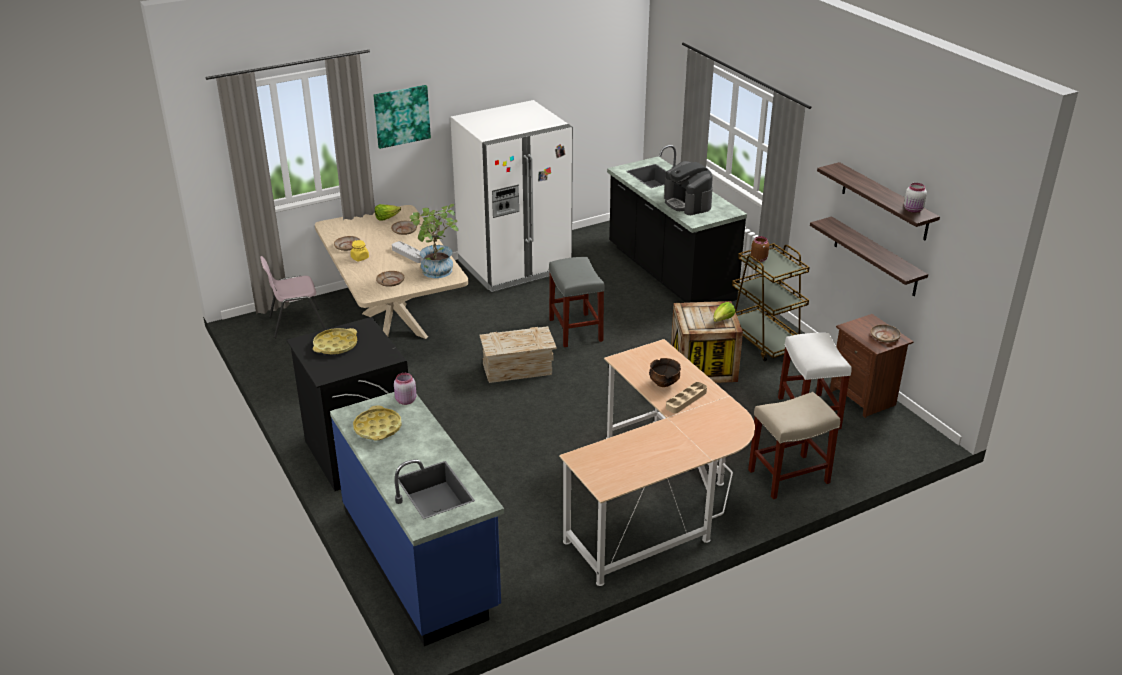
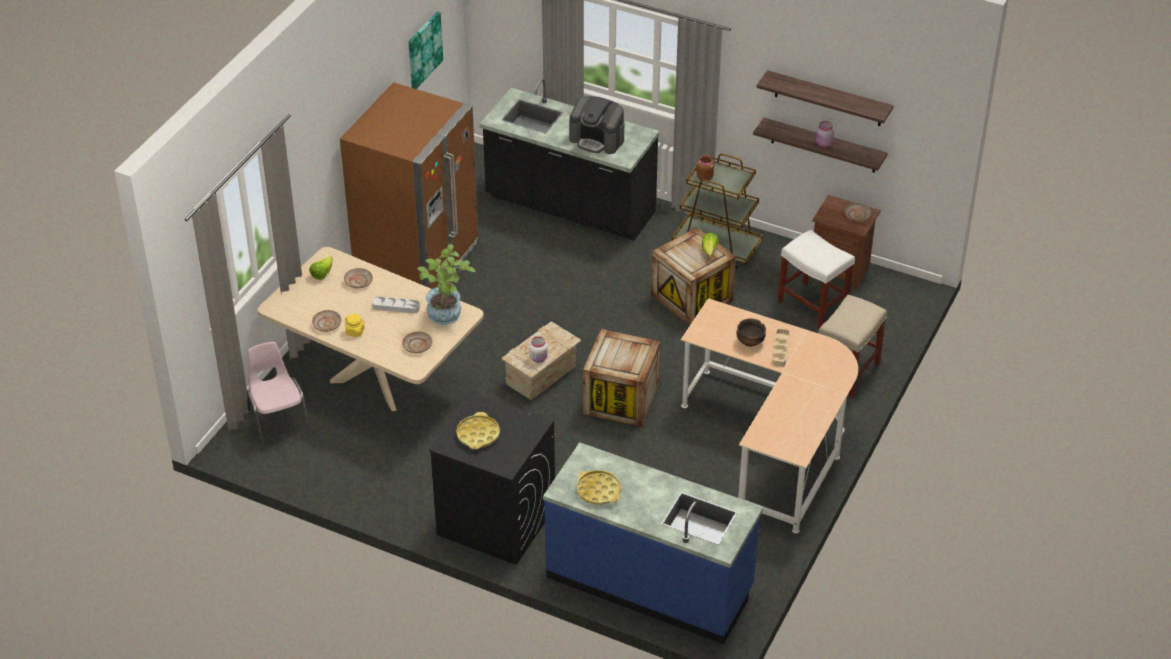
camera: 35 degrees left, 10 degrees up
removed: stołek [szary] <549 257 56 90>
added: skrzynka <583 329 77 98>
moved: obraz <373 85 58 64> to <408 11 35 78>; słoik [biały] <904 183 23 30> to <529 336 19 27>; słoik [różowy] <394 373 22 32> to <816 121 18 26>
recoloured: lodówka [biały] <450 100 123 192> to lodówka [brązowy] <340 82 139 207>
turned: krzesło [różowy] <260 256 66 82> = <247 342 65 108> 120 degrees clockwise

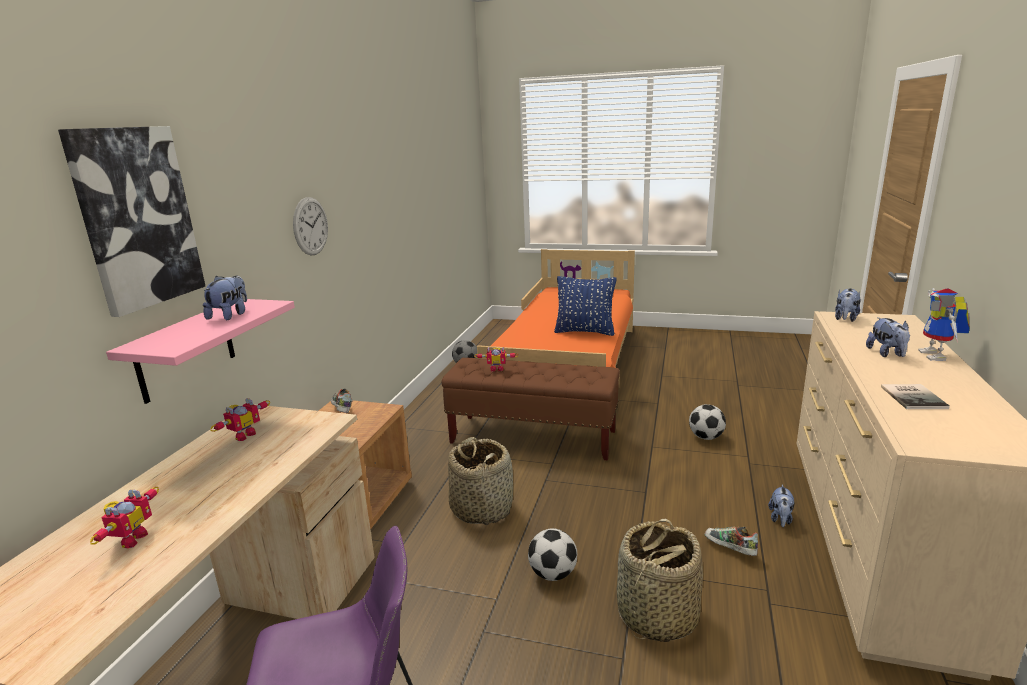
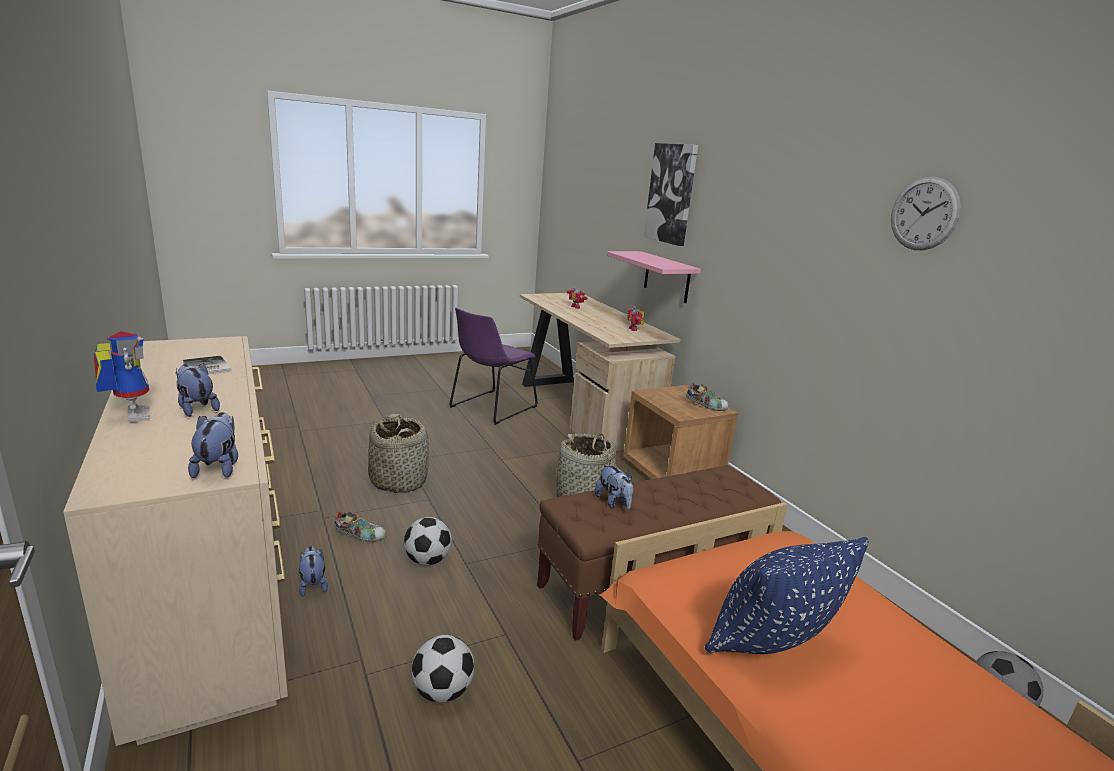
camera: 135 degrees right, 0 degrees up
removed: robot zabawkowy <474 347 44 24>
moved: zegar ścienny <293 197 35 59> to <891 177 70 73>; pluszak <203 276 44 44> to <595 463 39 47>; piłka futbolowa <528 528 49 53> to <404 517 48 49>

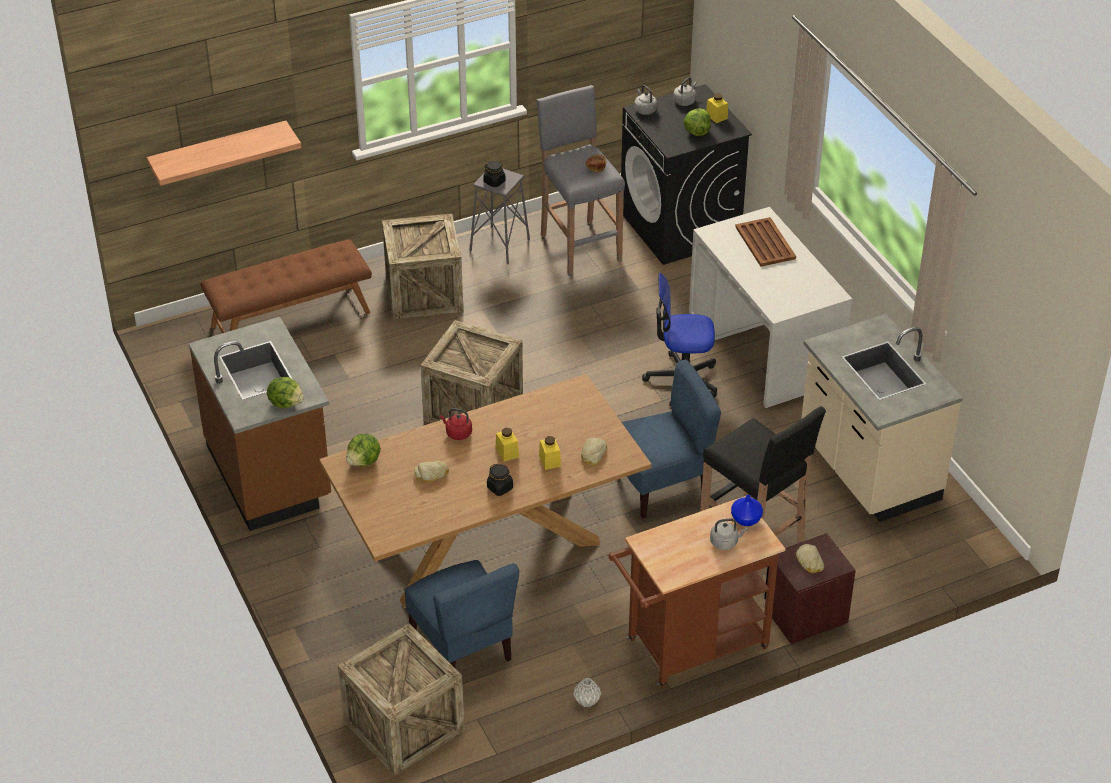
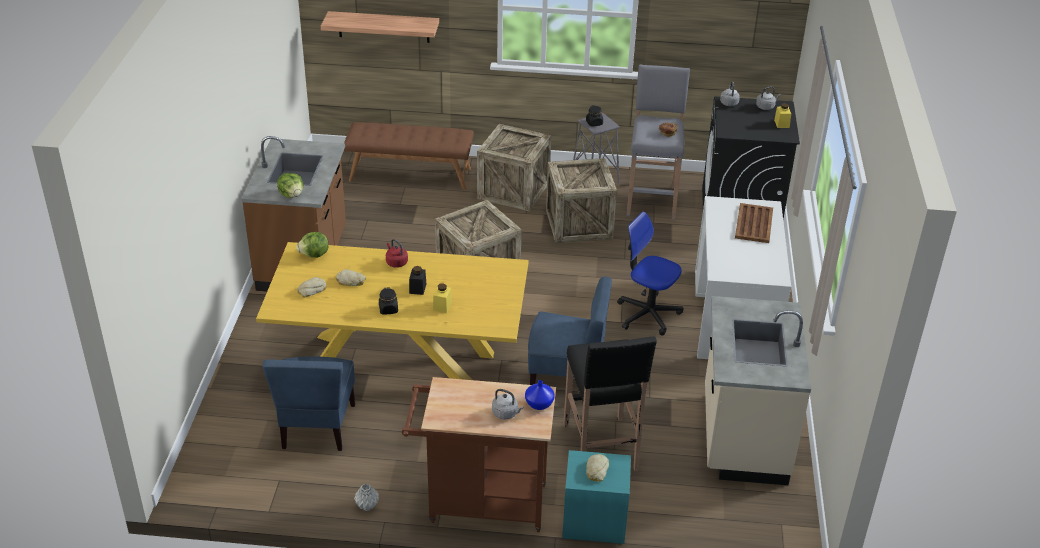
camera: 30 degrees right, 5 degrees down
removed: sałata <684 109 27 27>
moved: chleb <581 438 26 27> to <297 277 29 21>; skrzynka <338 623 127 153> to <546 158 71 85>
recoloured: stół jadalny [brązowy] <319 374 333 234> to stół jadalny [żółty] <256 242 273 138>; słoik [żółty] <496 428 23 34> to słoik [czarny] <409 266 17 29>; szafka nocna [brązowy] <764 533 92 111> to szafka nocna [turkusowy] <562 450 69 94>

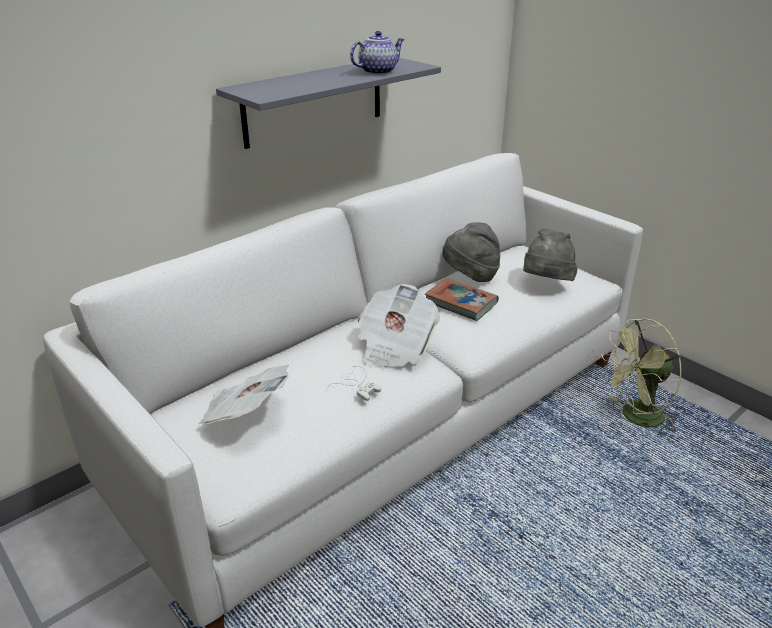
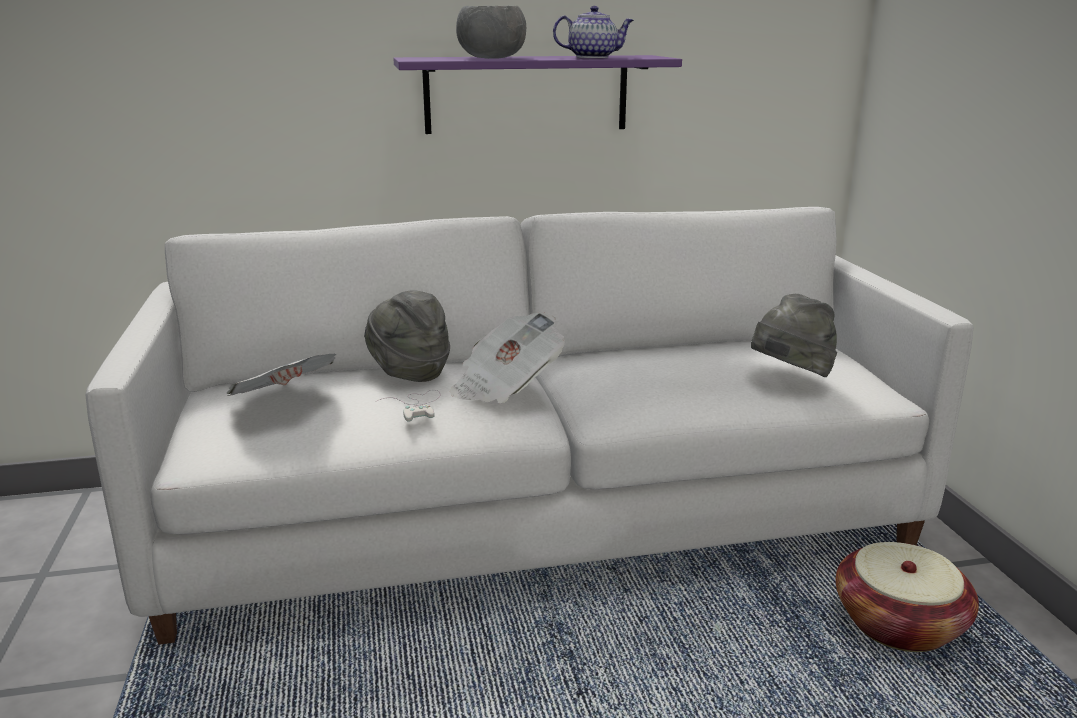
camera: 30 degrees right, 10 degrees down
removed: książka <425 278 73 43>
added: miska [szary] <456 6 70 53>
moved: kapelusz [szary] <442 222 58 60> to <364 290 86 92>
replaced: wentylator [zielony] <601 318 80 118> to koszyk <836 542 143 110>
recoloured: półka [szary] <216 58 225 91> to półka [fioletowy] <393 55 289 79>

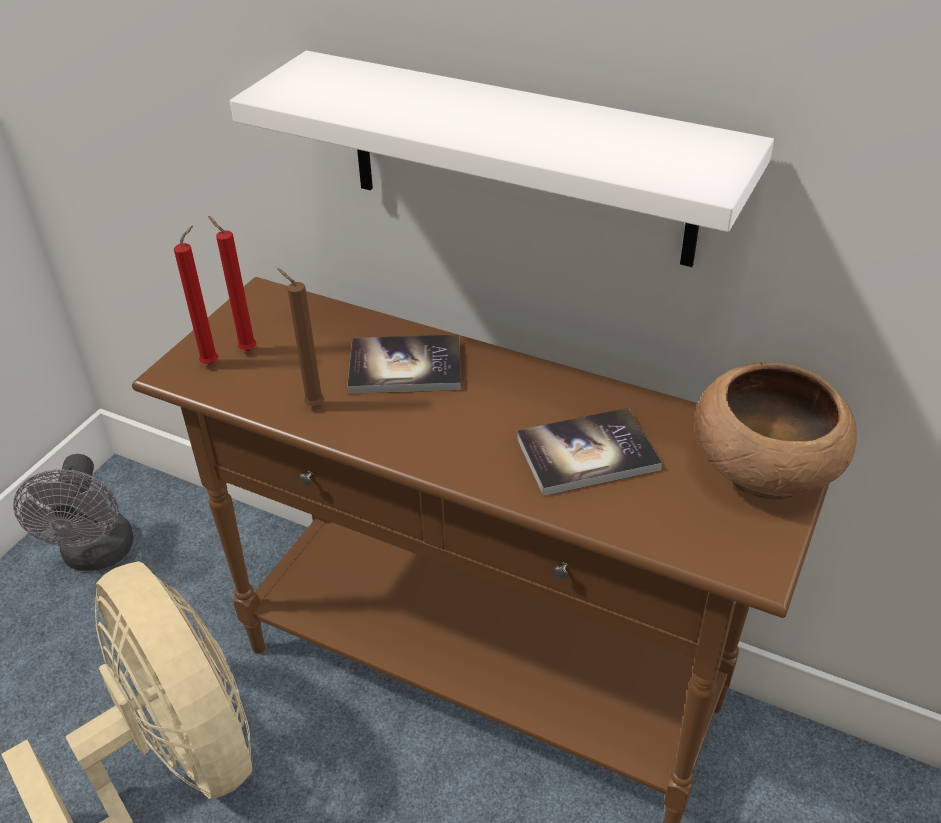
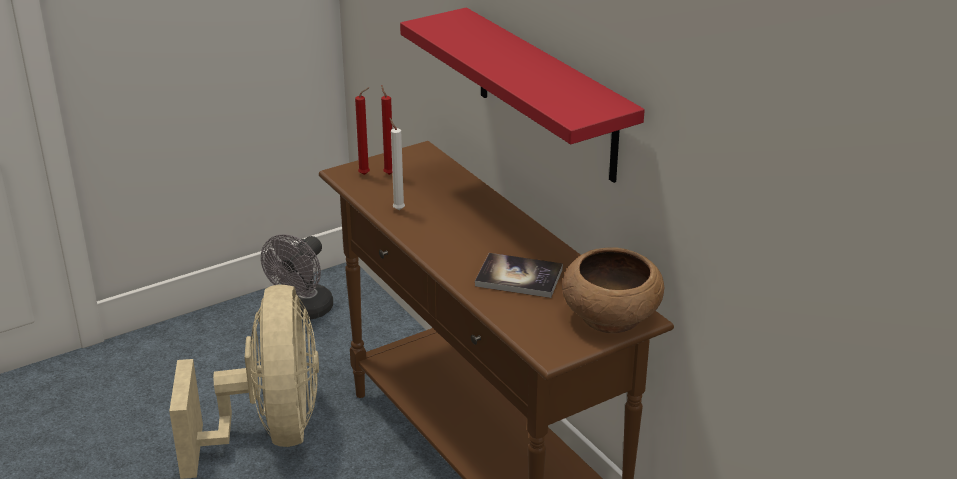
camera: 30 degrees right, 10 degrees down
removed: książka <347 335 114 59>
recoloured: półka [biały] <230 51 544 216> to półka [czerwony] <400 8 245 175>; świeca [brązowy] <277 268 47 138> to świeca [biały] <389 117 16 93>

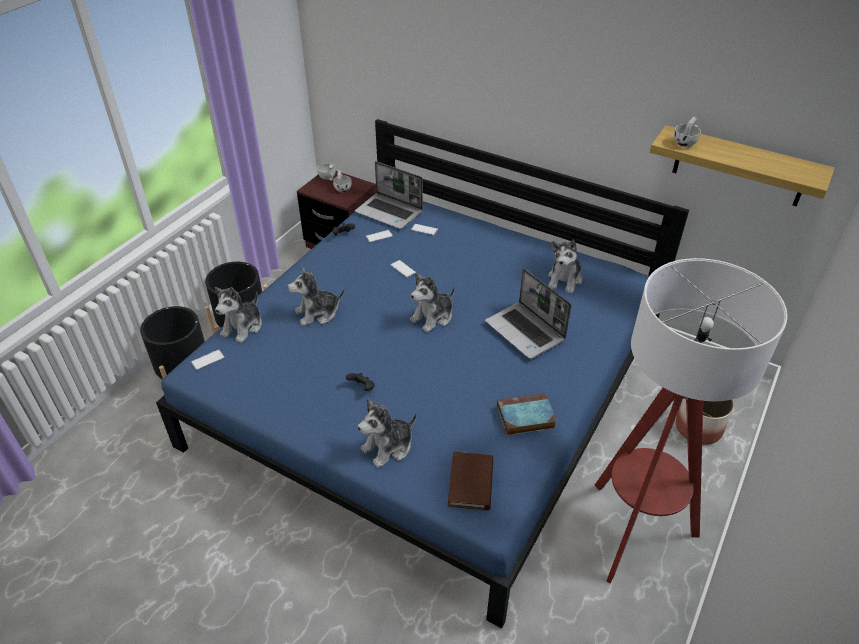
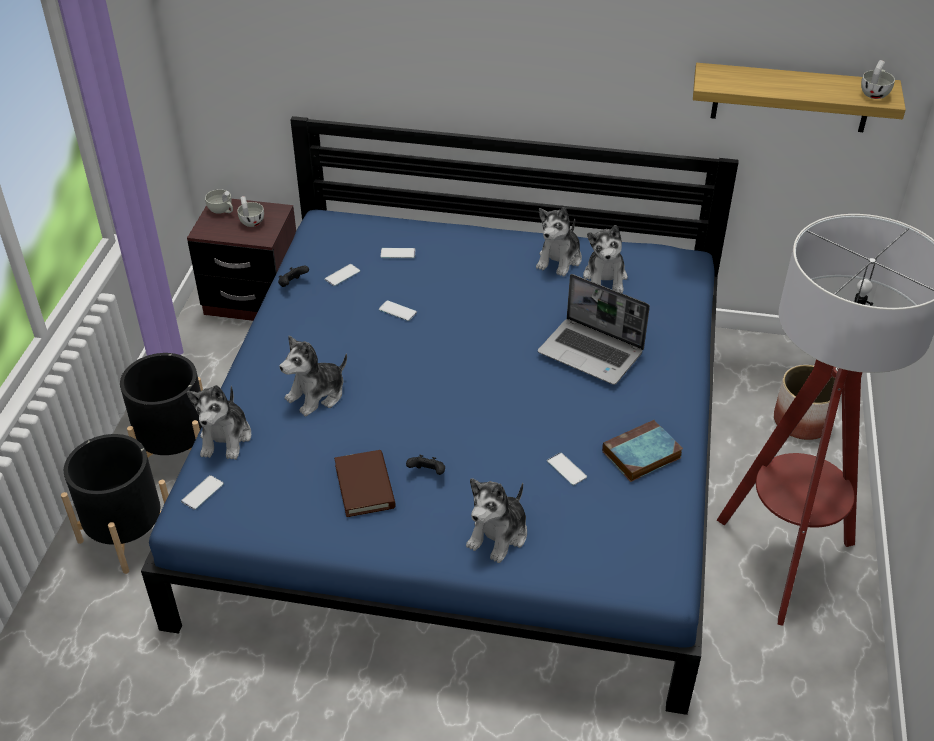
camera: 20 degrees left, 0 degrees up
removed: laptop <355 161 68 68>
added: telefon <547 452 40 33>
moved: filiżanka [biały] <674 116 27 31> to <861 60 34 39>; pluszak <410 273 45 60> to <536 207 46 70>; książka [brązowy] <448 452 45 58> to <334 450 62 67>

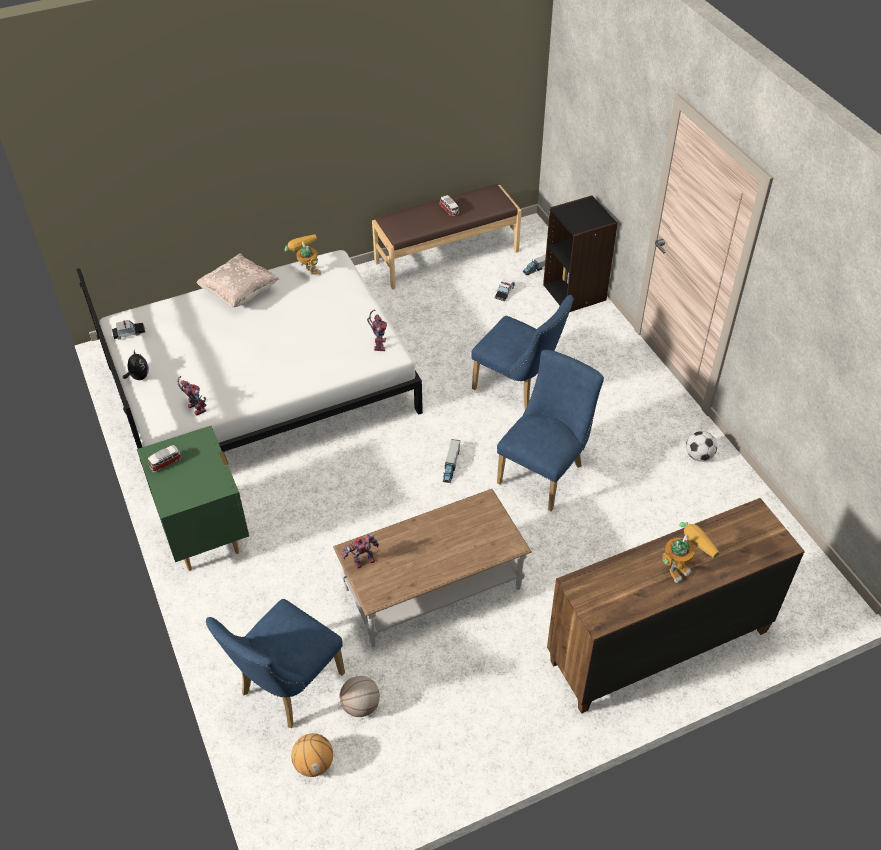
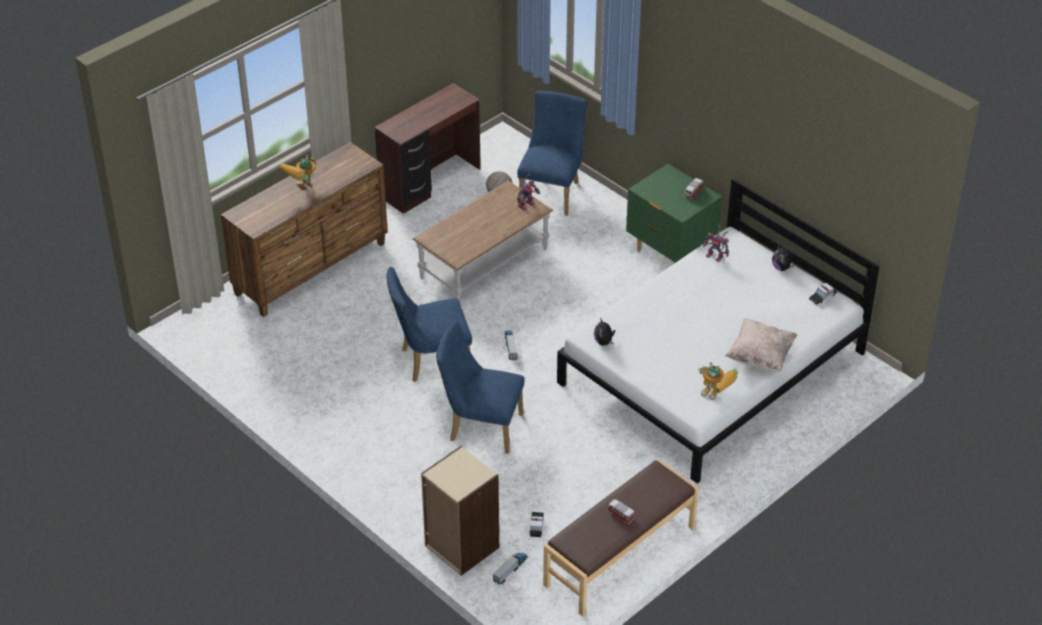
camera: 160 degrees right, 5 degrees down
removed: piłka futbolowa <686 431 31 31>; piłka do koszykówki <291 733 42 44>
added: biurko [brązowy] <375 83 106 131>
replaced: robot zabawkowy <367 309 20 42> to pluszak <594 317 22 29>
recoloured: regał [czarny] <543 195 75 117> to regał [beżowy] <421 446 78 130>
turned: krzesło [niebieski] <497 350 107 161> = <386 267 86 115> 60 degrees clockwise

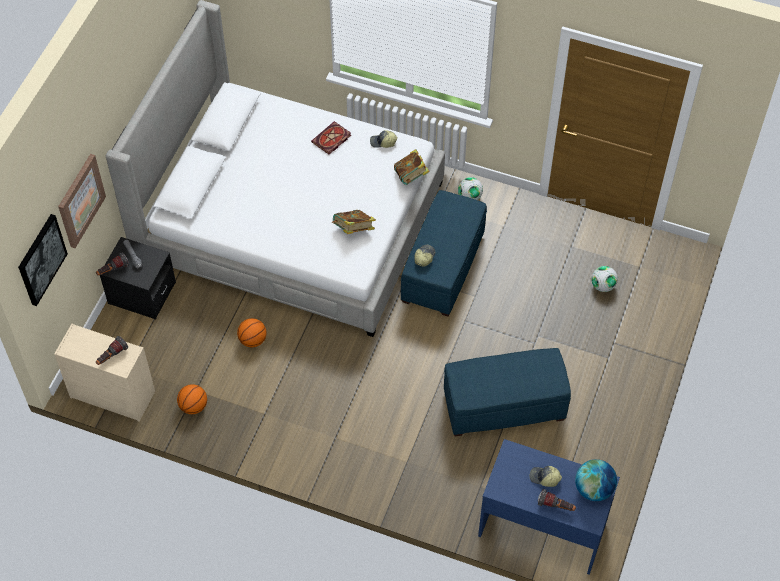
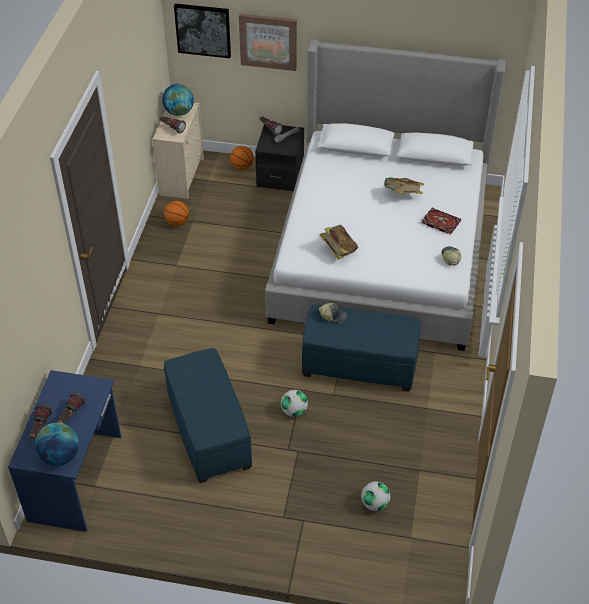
camera: 80 degrees right, 10 degrees down
added: globus <162 84 32 32>
moved: książka <394 149 36 36> to <383 177 41 17>; piłka futbolowa <458 177 25 23> to <281 390 27 27>; piłka do koszykówki <237 318 30 29> to <230 146 24 24>
replaced: czapka z daszkiem <530 466 32 21> to latarka <58 392 28 31>

